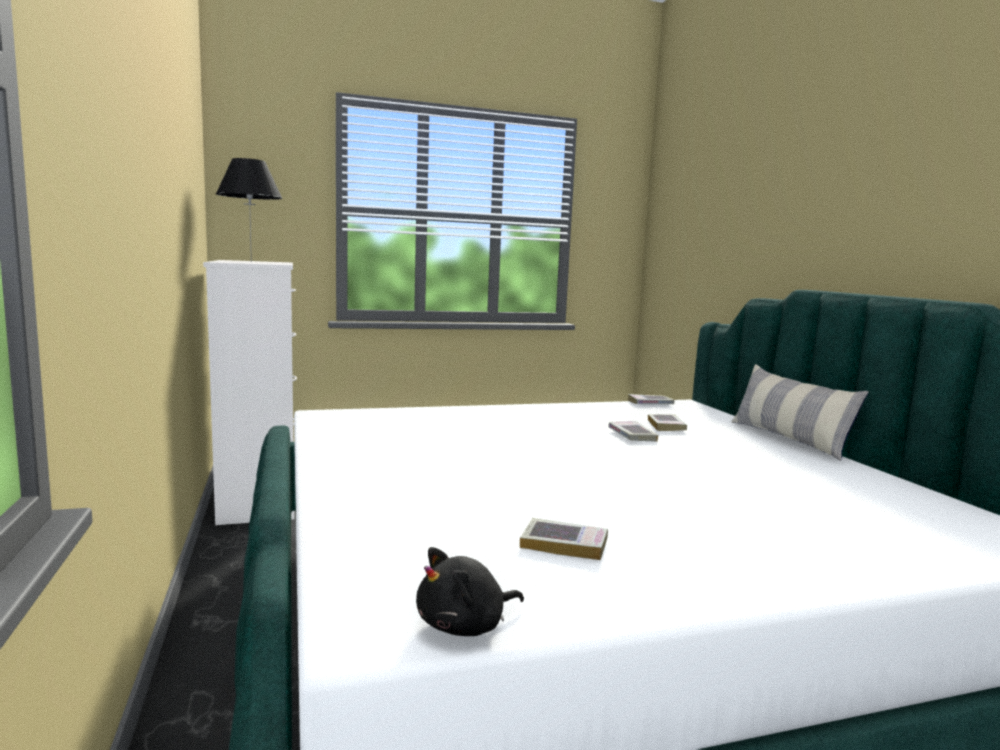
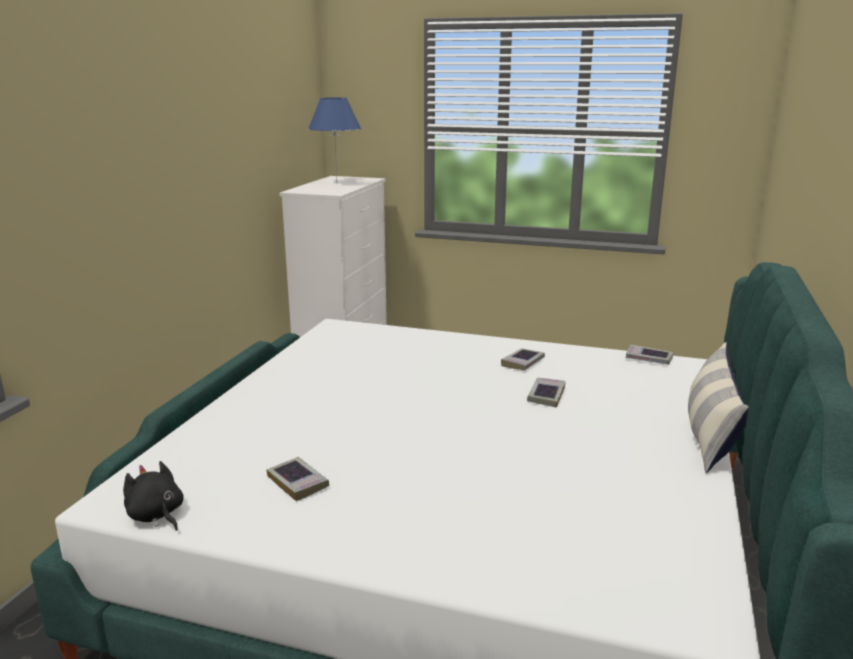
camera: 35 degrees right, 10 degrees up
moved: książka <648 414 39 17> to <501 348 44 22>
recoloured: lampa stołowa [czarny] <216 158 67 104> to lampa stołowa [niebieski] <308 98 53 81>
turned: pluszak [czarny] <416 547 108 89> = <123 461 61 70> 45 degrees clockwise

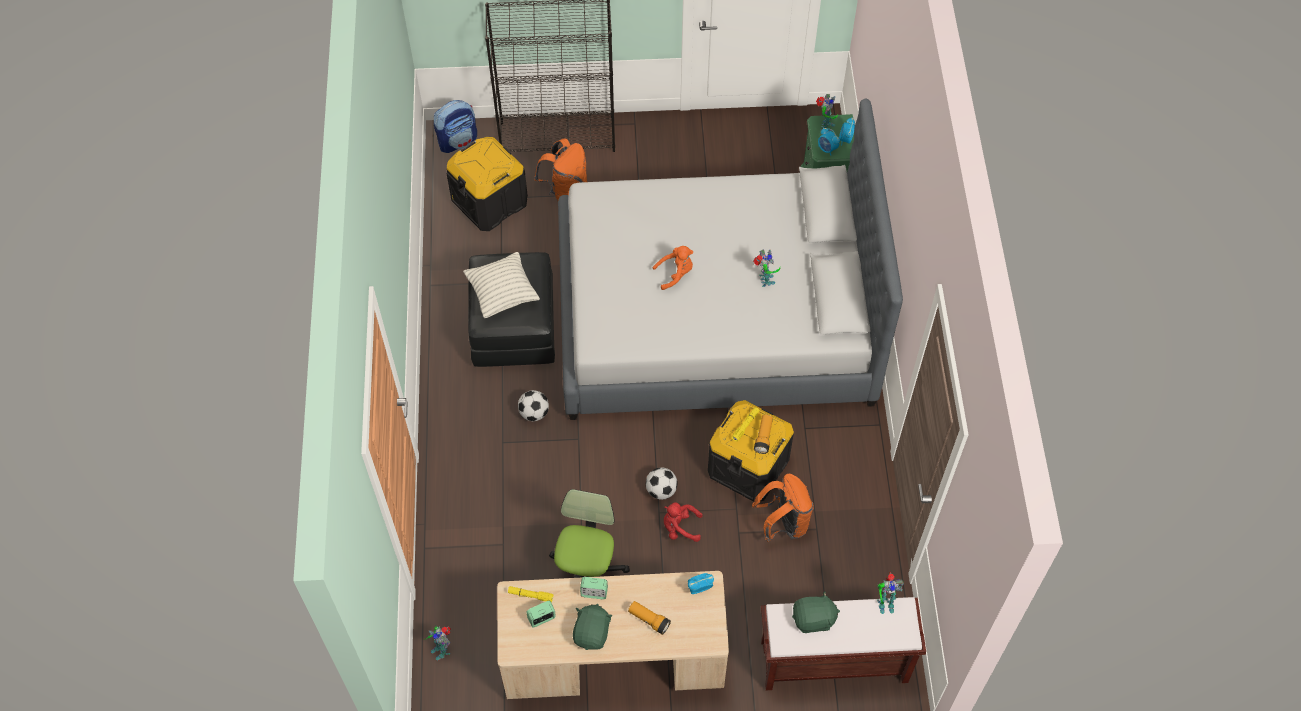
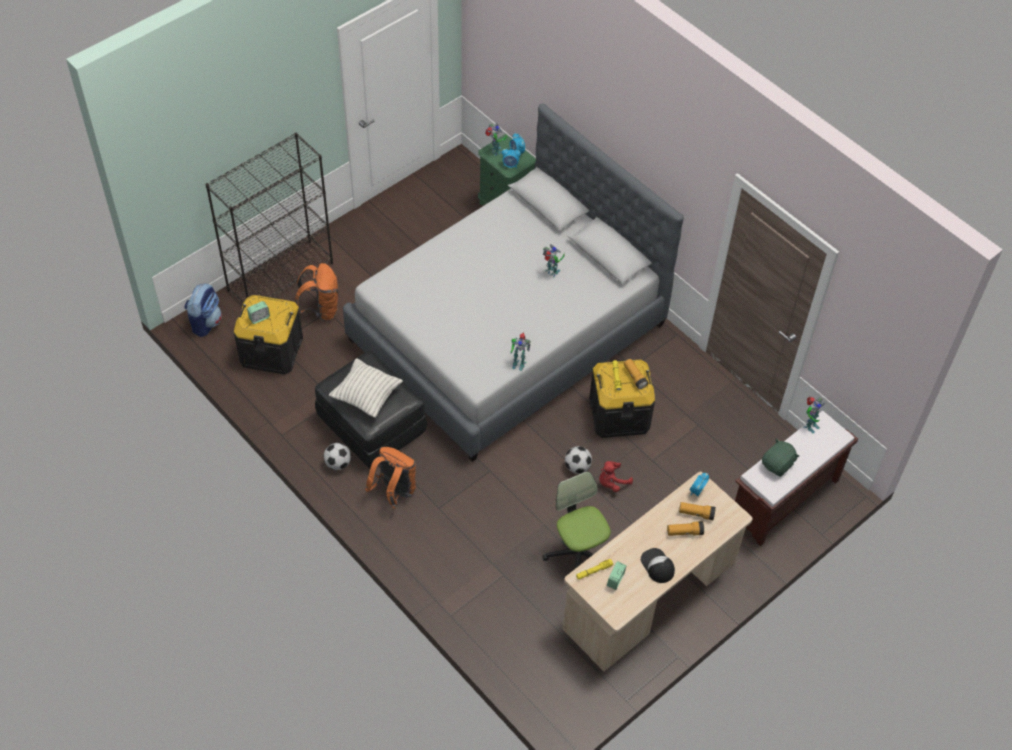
camera: 40 degrees left, 5 degrees down
removed: pluszak [pomarańczowy] <653 246 40 44>
added: latarka <679 502 37 18>
moved: piłka futbolowa <518 390 31 31> to <324 443 27 27>; plecak [pomarańczowy] <752 474 61 68> to <365 447 51 61>; budzik <580 577 28 22> to <247 301 23 23>; robot zabawkowy <423 625 28 35> to <510 332 21 39>
replaced: pluszak [zielony] <573 604 40 46> to czapka z daszkiem <641 548 34 35>

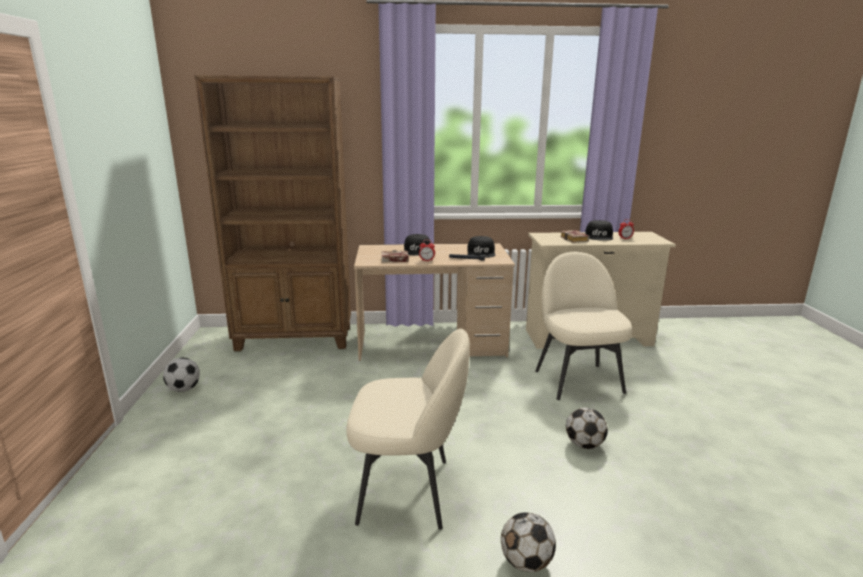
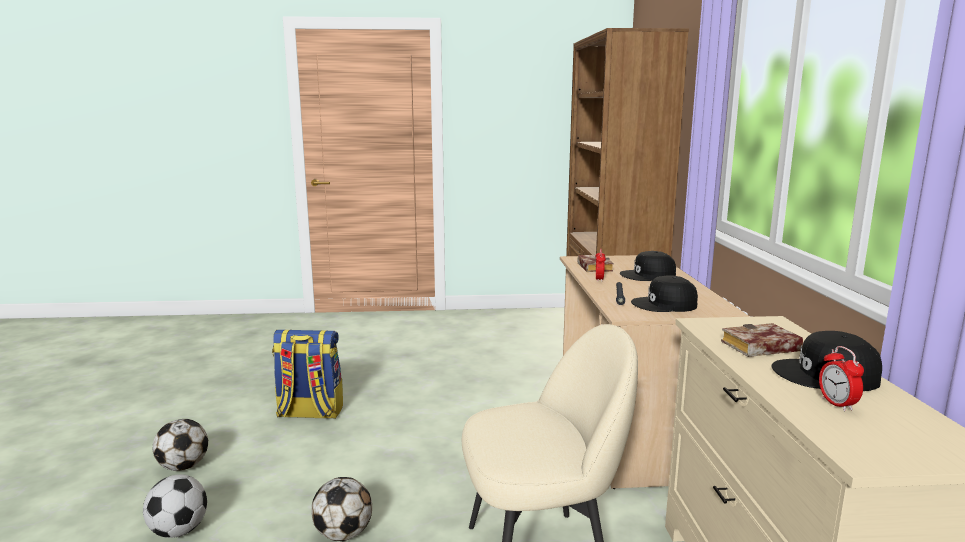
camera: 90 degrees right, 5 degrees down
moved: piłka futbolowa <163 358 37 34> to <143 474 64 64>
replaced: krzesło [beżowy] <346 329 124 201> to plecak <272 330 71 89>

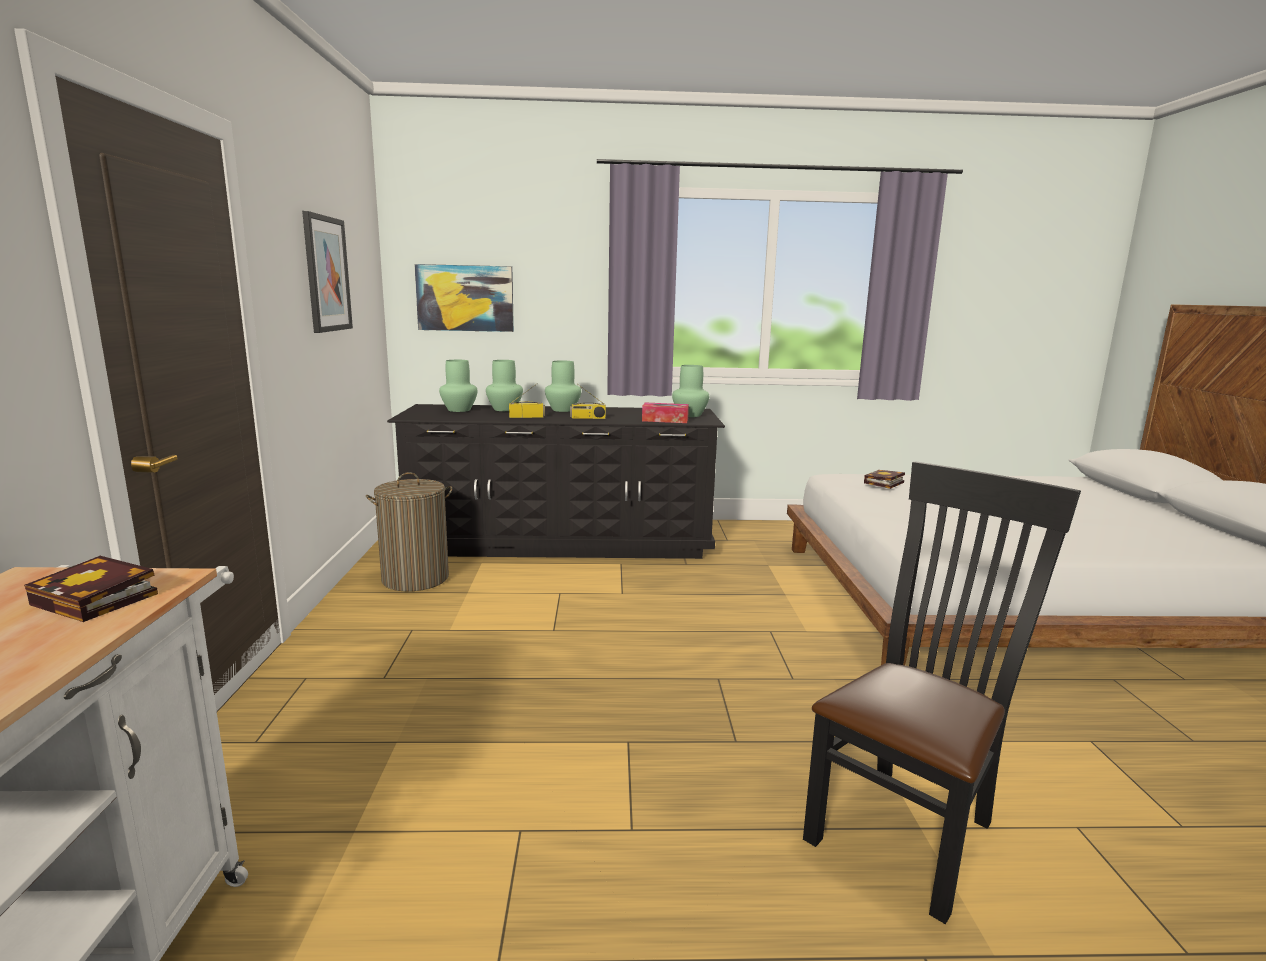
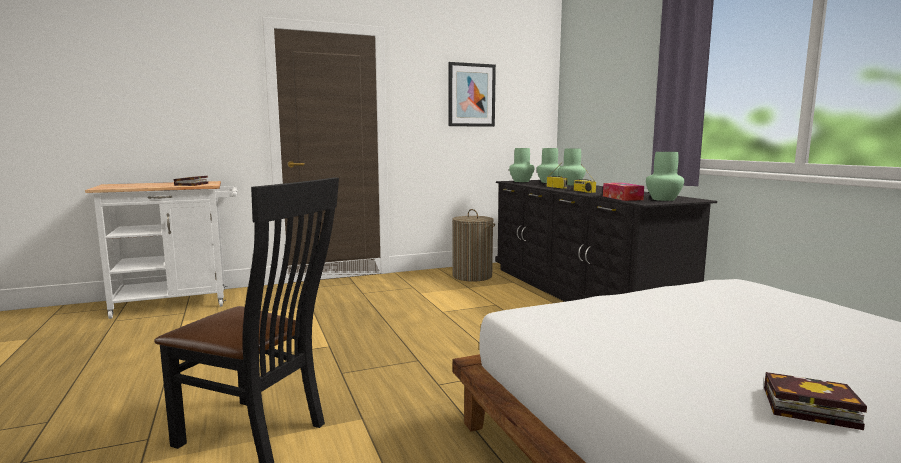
camera: 70 degrees right, 5 degrees down
removed: obraz <414 264 100 68>
moved: wazon [zielony] <545 361 36 51> to <509 148 26 34>; książka <864 470 41 19> to <764 372 103 58>

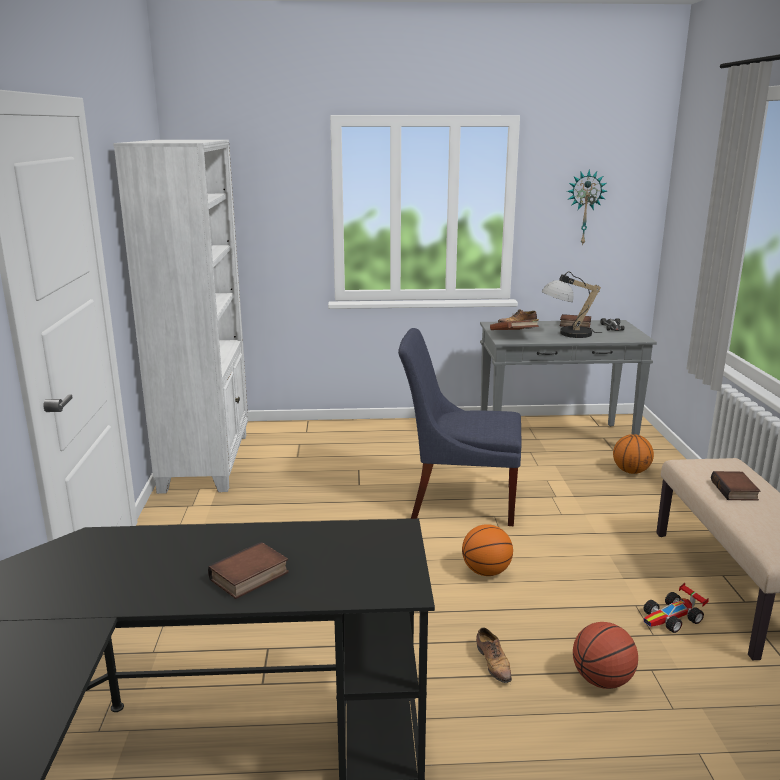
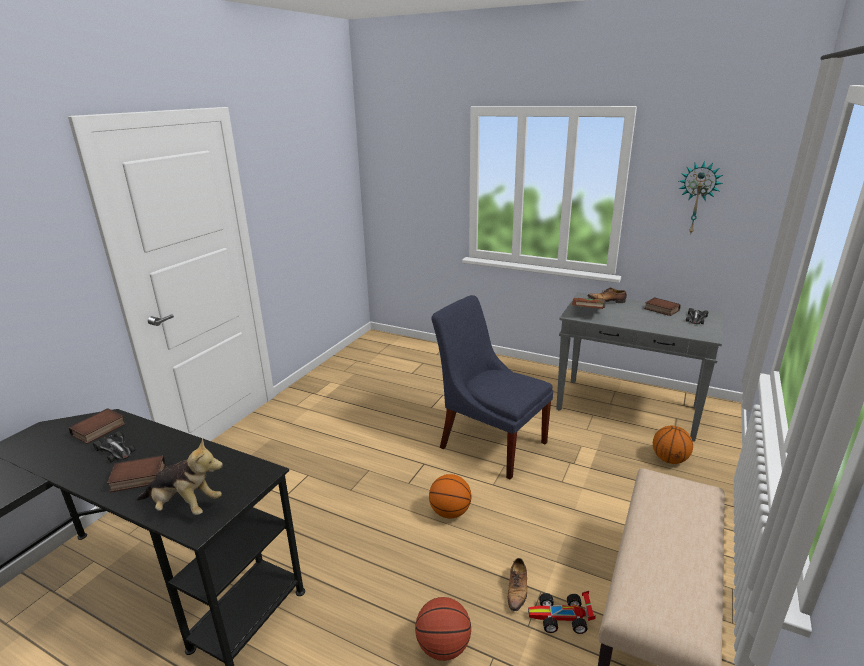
camera: 30 degrees right, 5 degrees up
removed: regał [biały] <113 140 135 354>; lampa stołowa <542 271 60 67>
added: samochodzik <93 431 42 31>; pluszak <136 439 87 76>
moved: książka <711 471 49 30> to <69 408 57 36>; but <476 627 36 56> to <508 558 19 53>

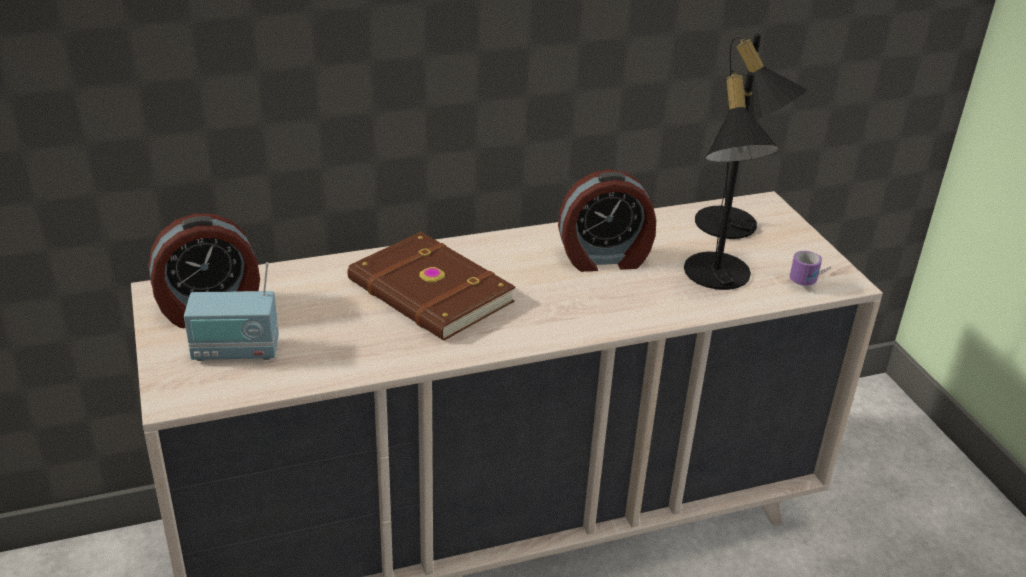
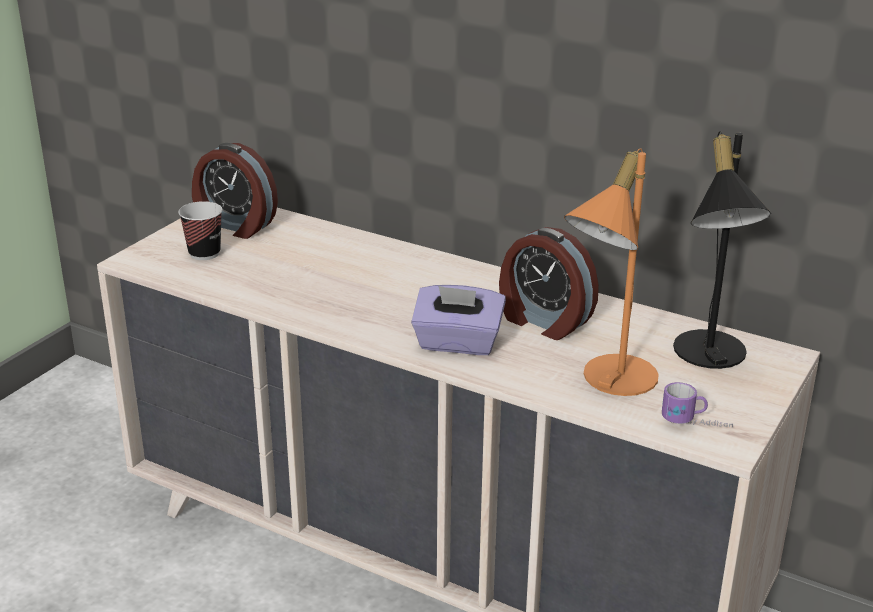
camera: 50 degrees right, 5 degrees down
removed: książka [brązowy] <347 232 169 109>
added: pudełko chusteczek [fioletowy] <411 285 95 70>
replaced: radio <184 262 95 99> to filiżanka <178 201 45 59>
recoloured: lampa stołowa [czarny] <684 70 95 220> to lampa stołowa [pomarańczowy] <564 148 95 248>

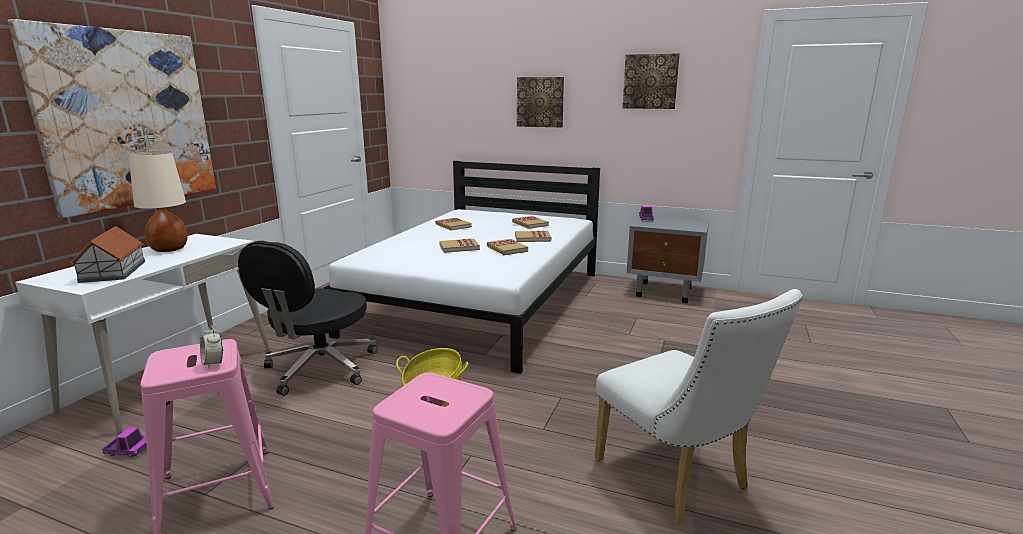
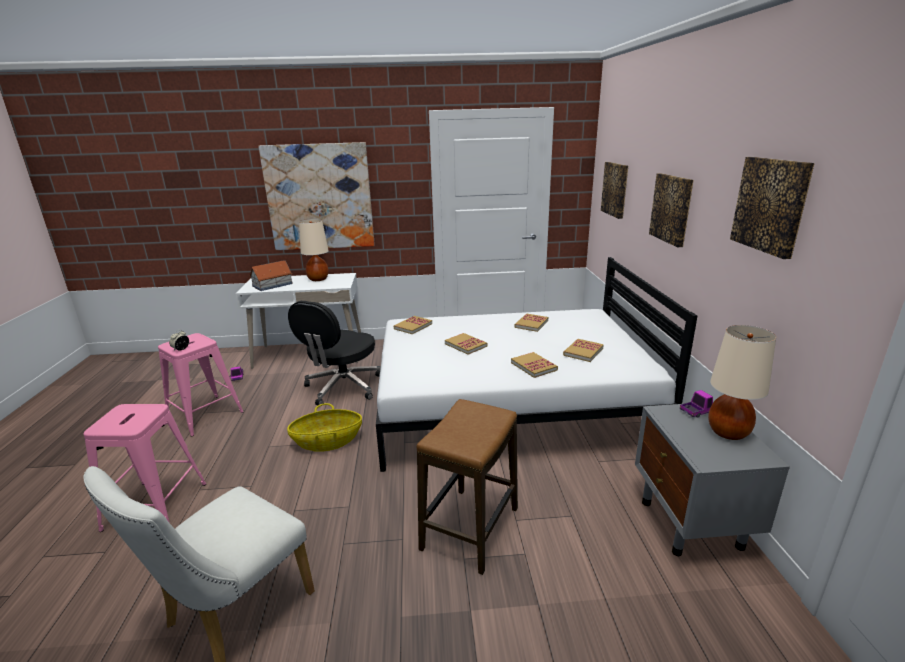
camera: 65 degrees right, 5 degrees up
added: obraz <601 162 27 57>; lampa stołowa [beżowy] <708 325 68 115>; stołek <416 399 102 176>
moved: książka <487 239 41 16> to <394 316 38 18>
turned: krzesło biurowe [czarny] <238 241 140 155> = <288 301 93 105> 60 degrees counterclockwise

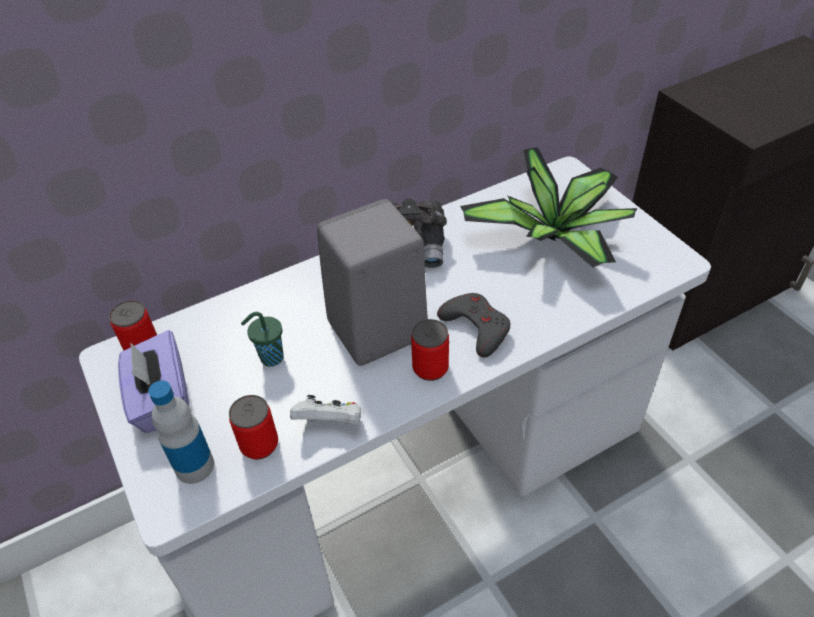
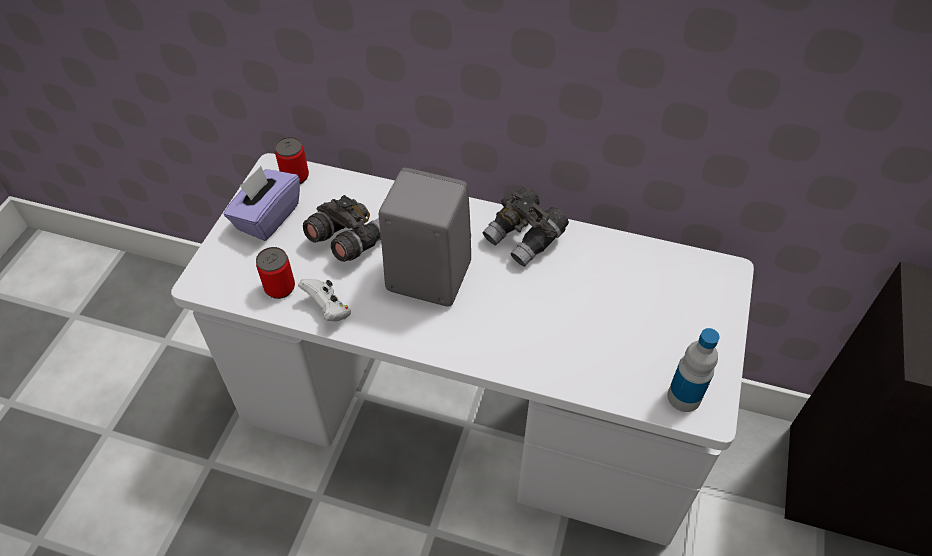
camera: 45 degrees right, 5 degrees up
removed: roślina doniczkowa <460 147 177 120>; pad do gier [szary] <437 293 74 65>; puszka <411 319 38 62>
moved: butelka <148 381 66 103> to <667 328 53 84>
replaced: filiżanka [zielony] <241 312 43 55> to lornetka [szary] <303 195 78 67>

